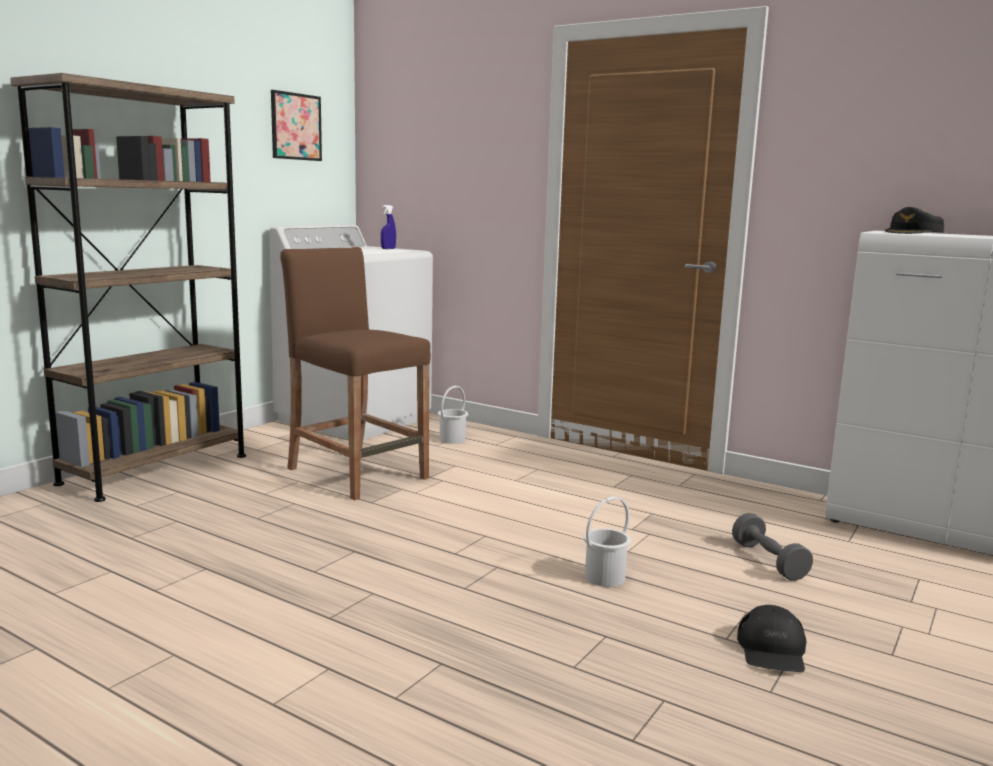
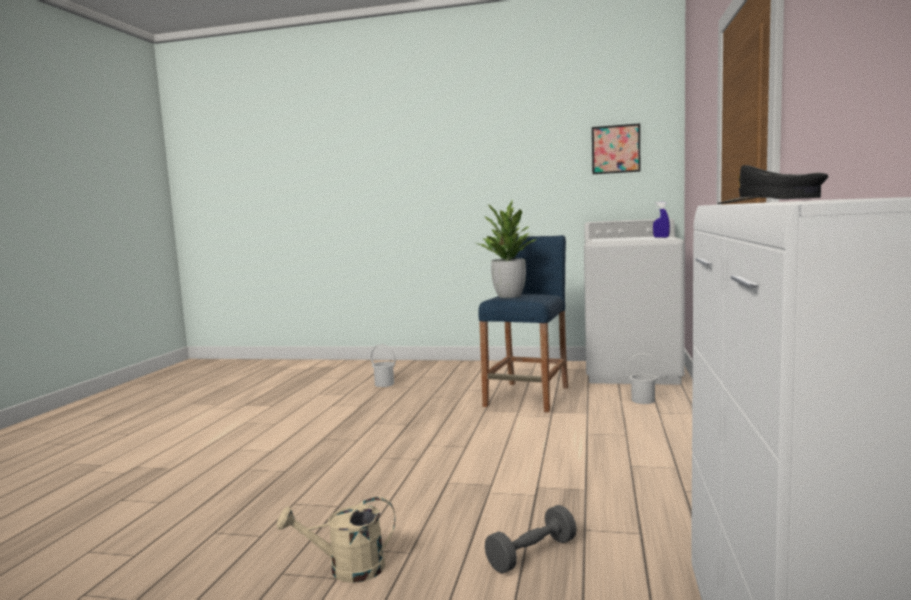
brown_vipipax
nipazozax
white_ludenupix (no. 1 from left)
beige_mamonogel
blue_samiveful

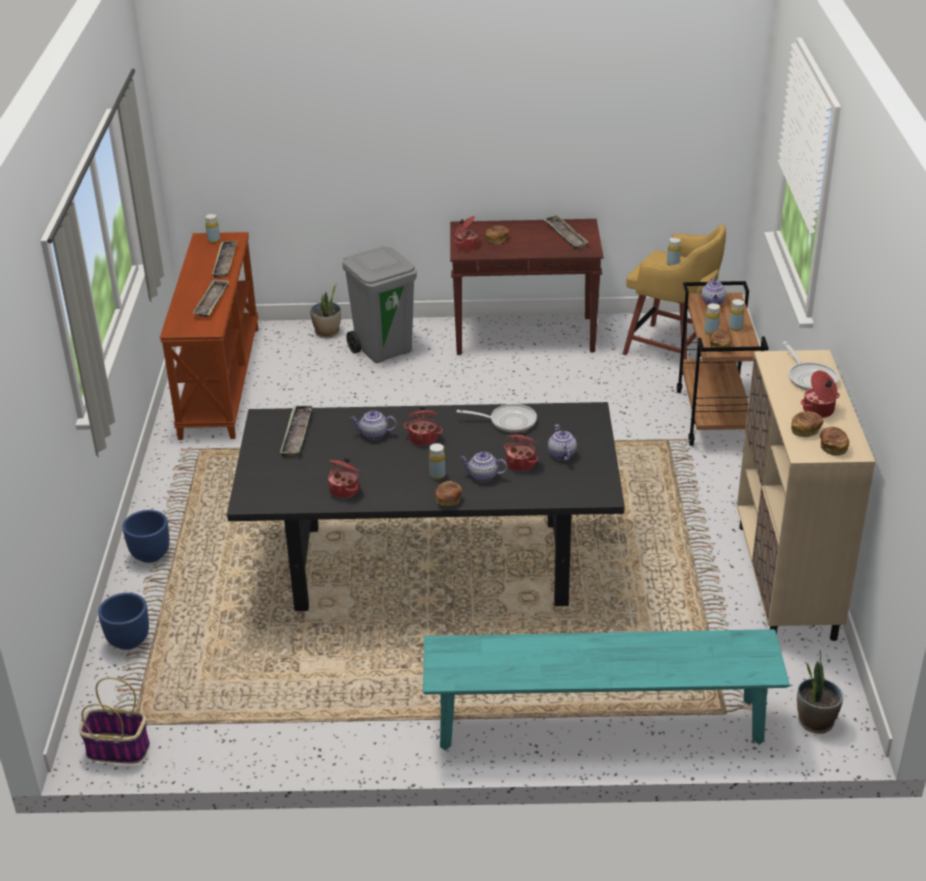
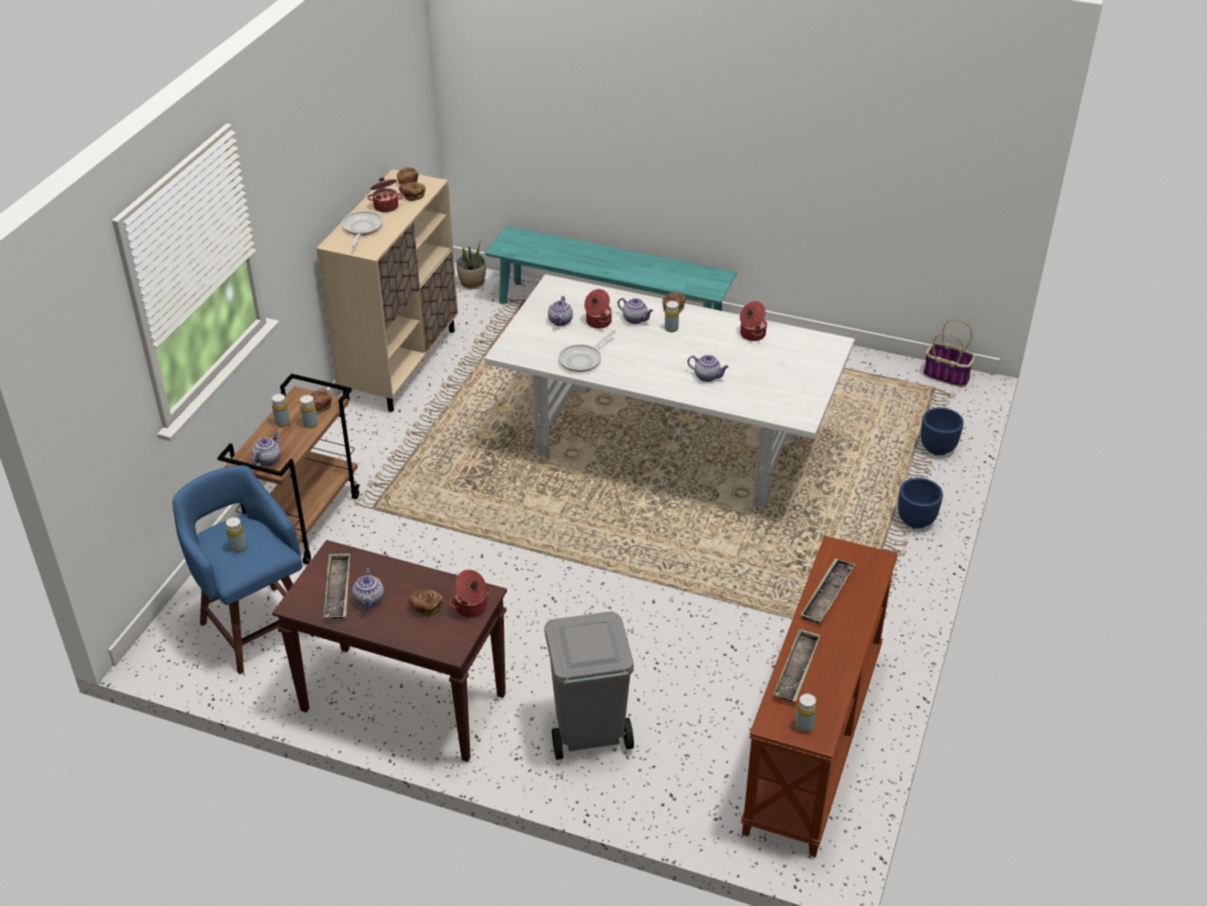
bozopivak (no. 3 from left in the first image)
nipazozax (no. 1 from left in the first image)
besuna (no. 2 from left in the first image)
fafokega (no. 2 from left)
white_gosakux
blue_samiveful
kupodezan (no. 2 from left)

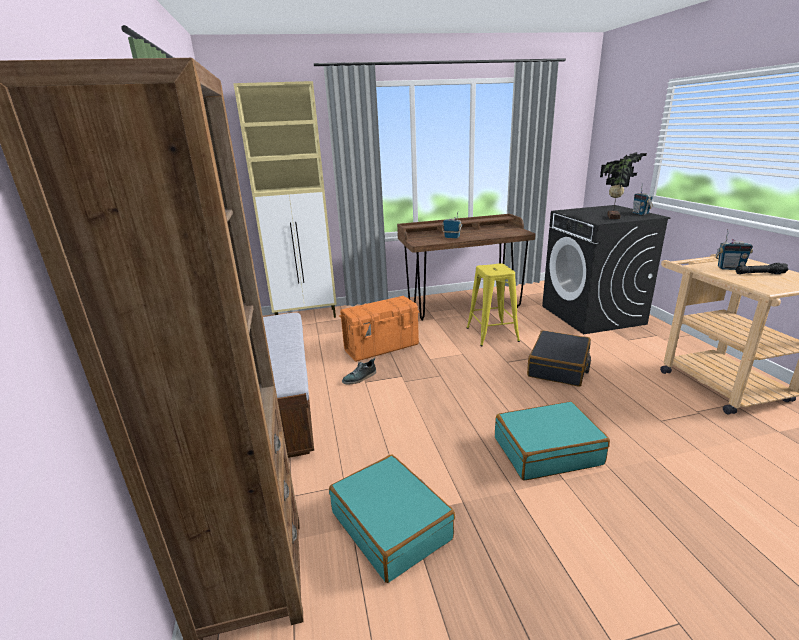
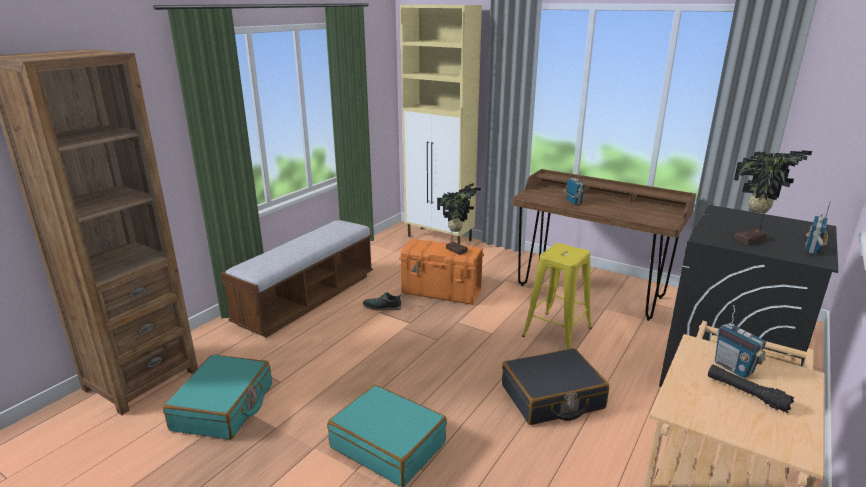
nipazozax (no. 1 from left)

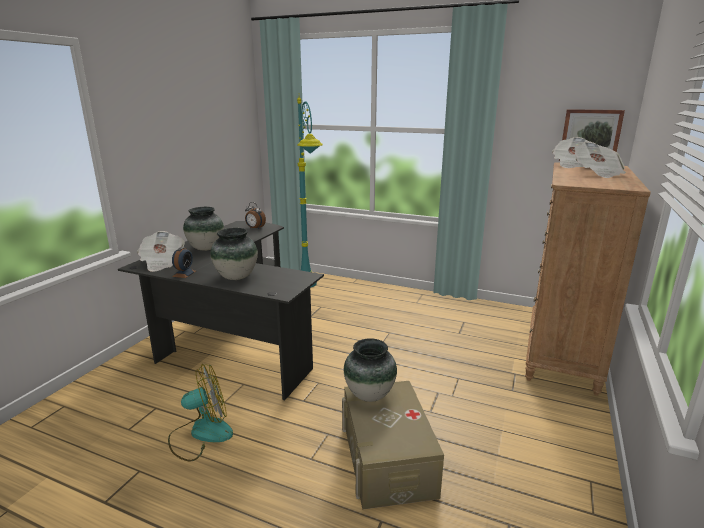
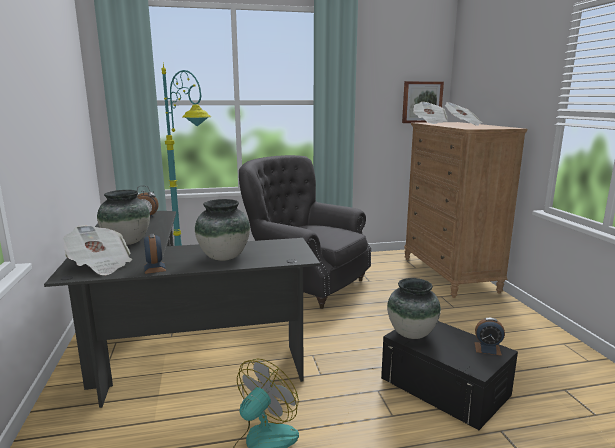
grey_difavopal
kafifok (no. 3 from left)
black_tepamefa

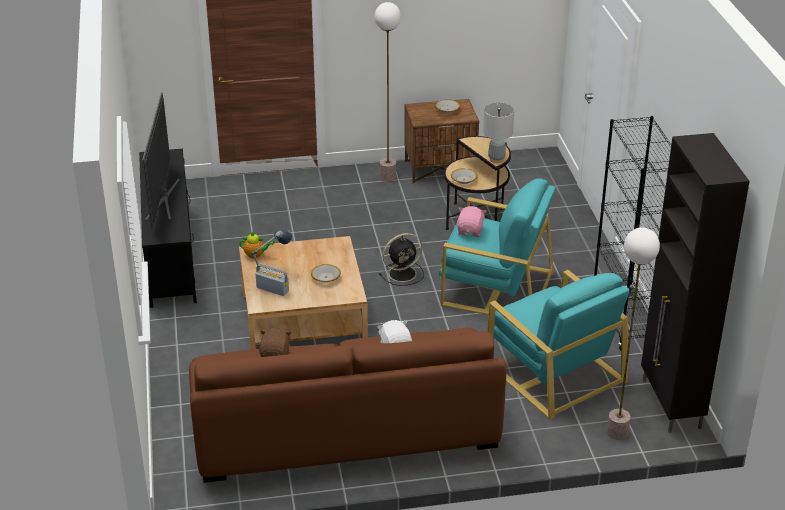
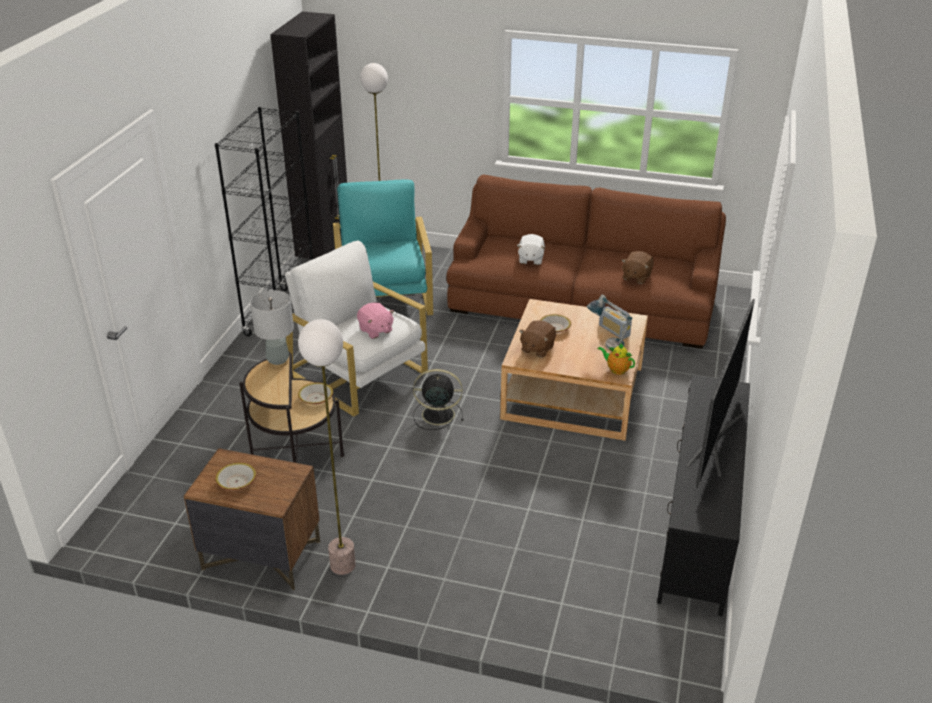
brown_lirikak (no. 1 from left)
white_difavopal
pink_lirikak

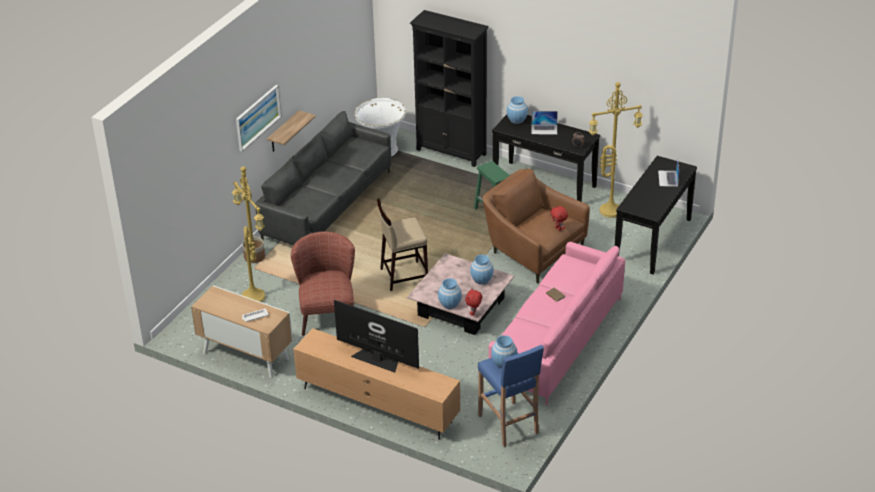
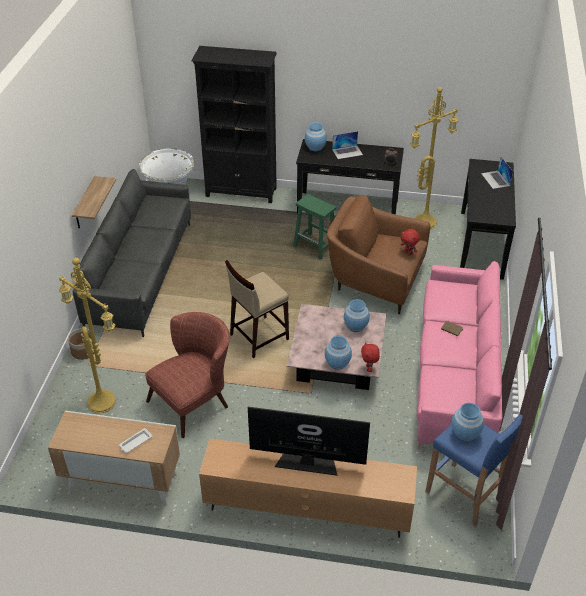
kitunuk
brown_difavopal (no. 1 from left)

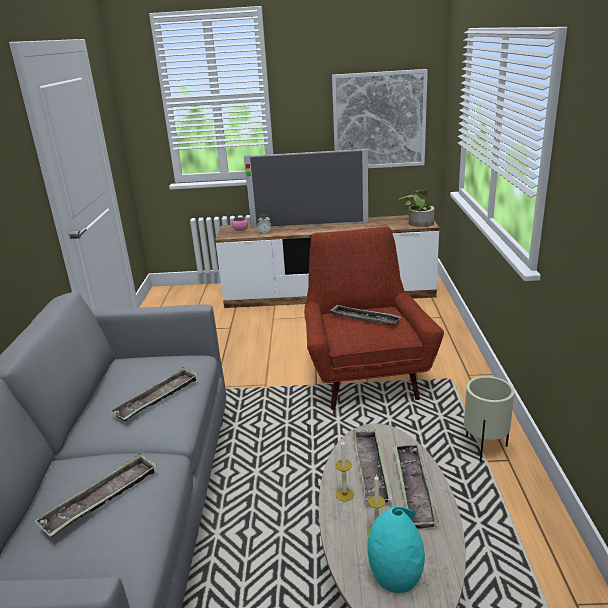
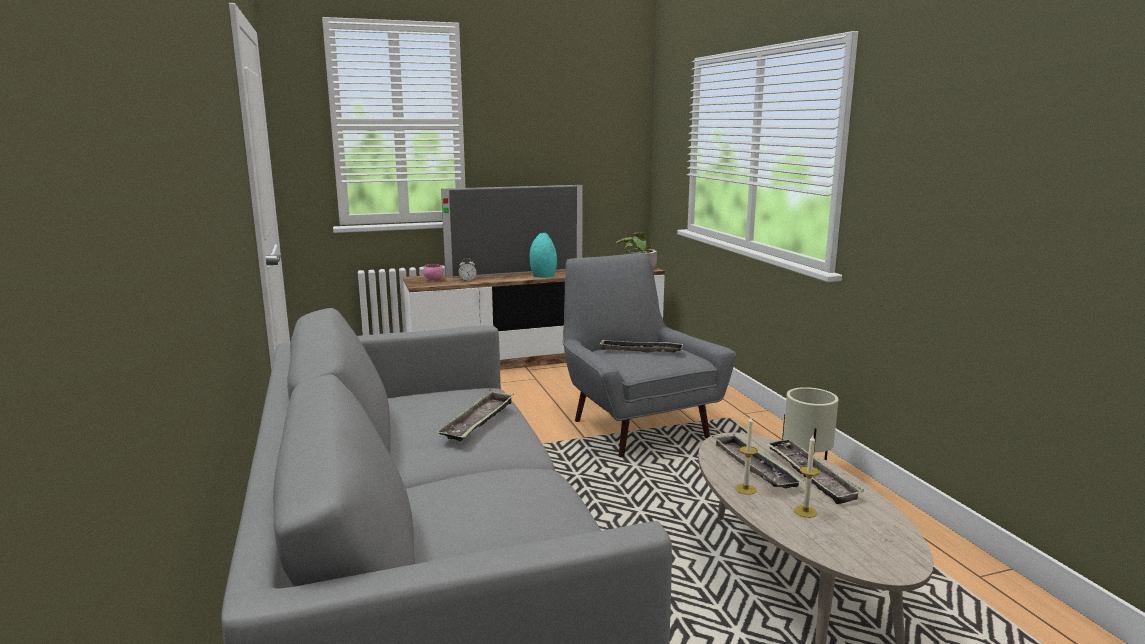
bozopivak (no. 1 from left in the first image)
kitunuk
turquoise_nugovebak
grey_difavopal

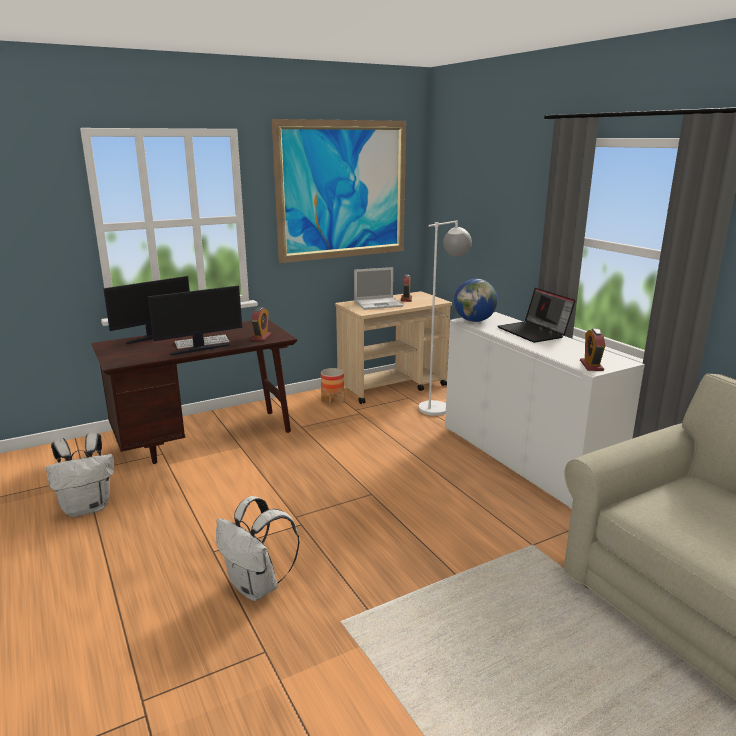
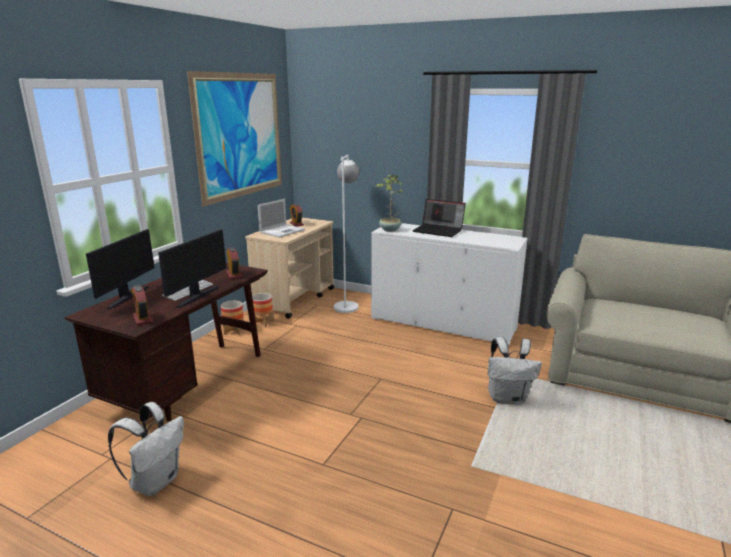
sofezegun (no. 1 from left)
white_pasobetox (no. 2 from left)
kafifok (no. 1 from left)
nipazozax

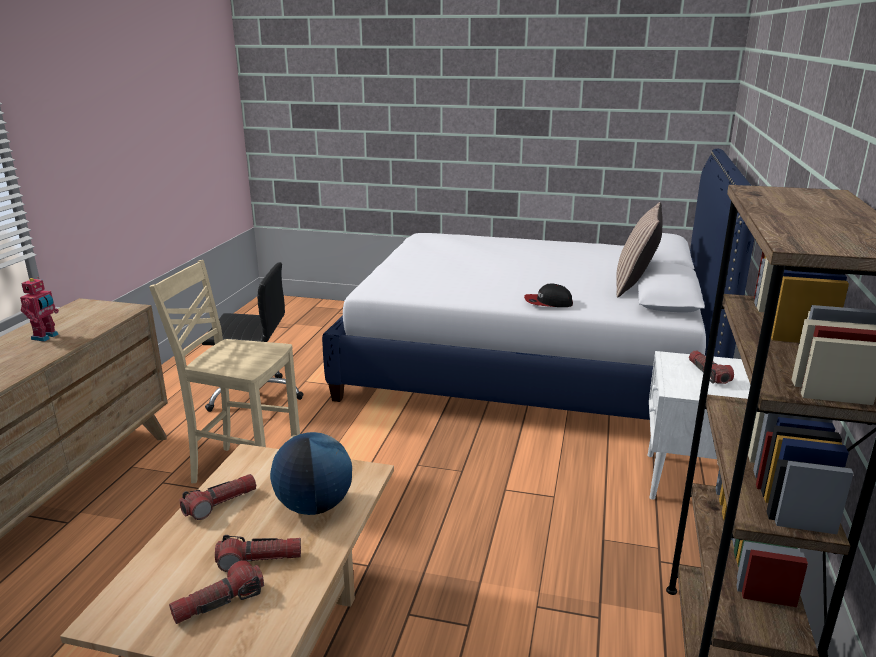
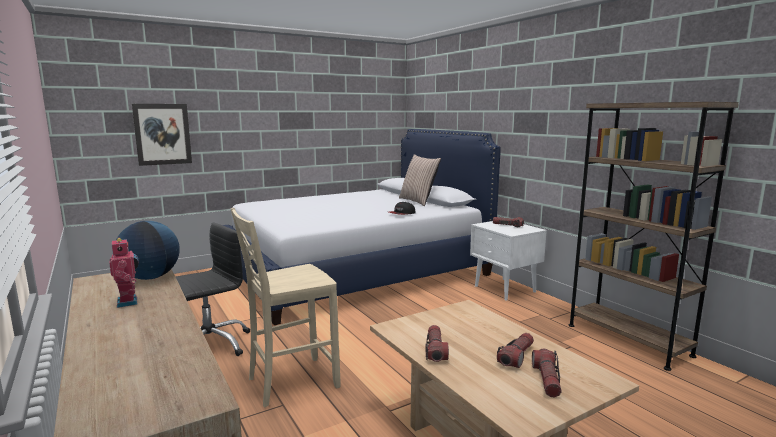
kitunuk
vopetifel

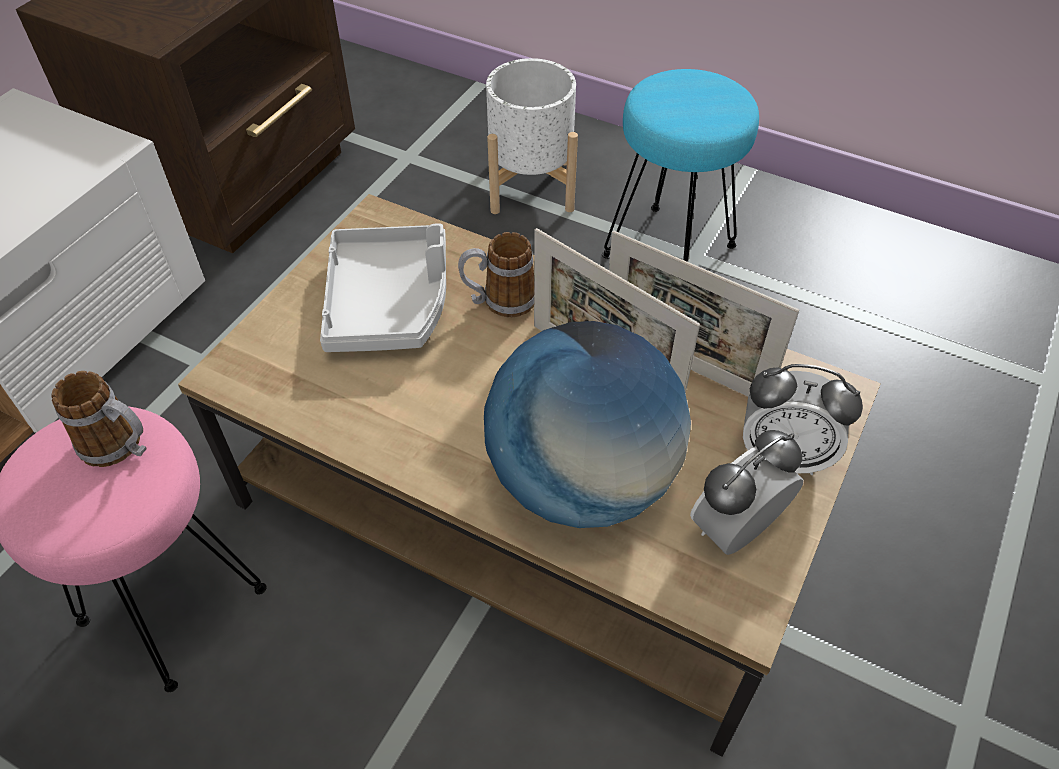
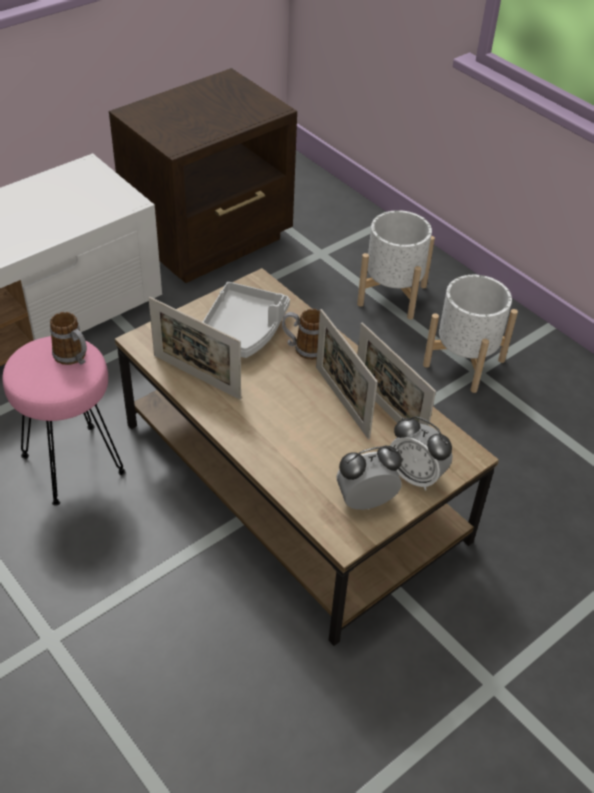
vopetifel
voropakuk (no. 1 from left)
white_sofezegun (no. 2 from left)

